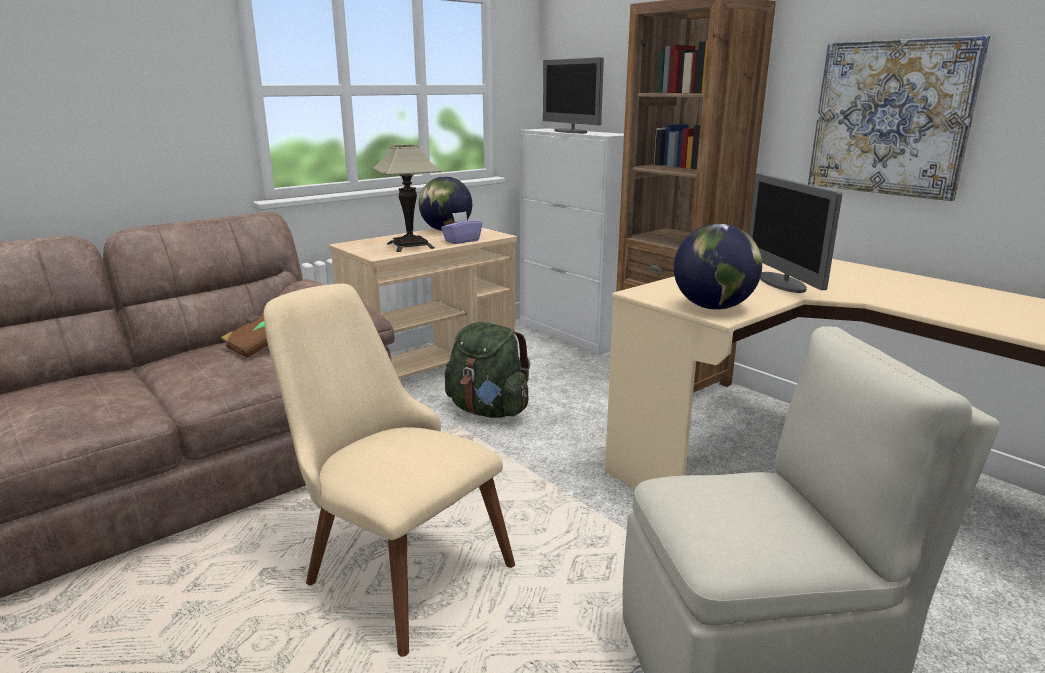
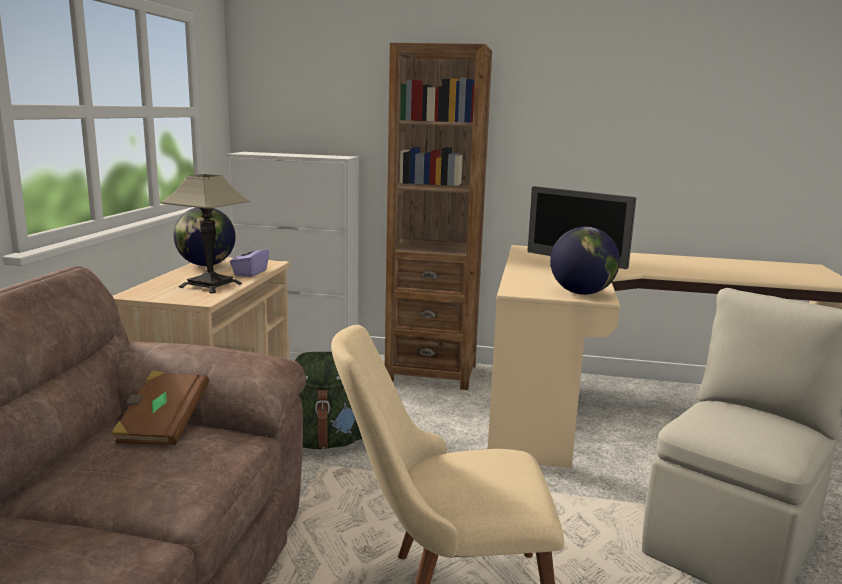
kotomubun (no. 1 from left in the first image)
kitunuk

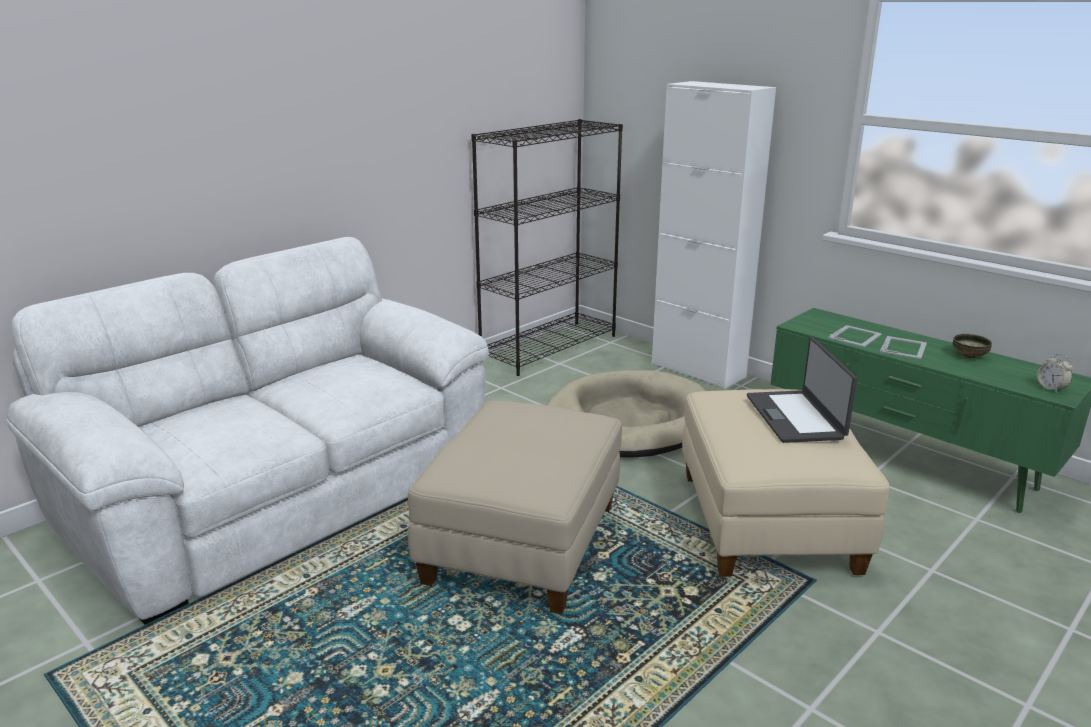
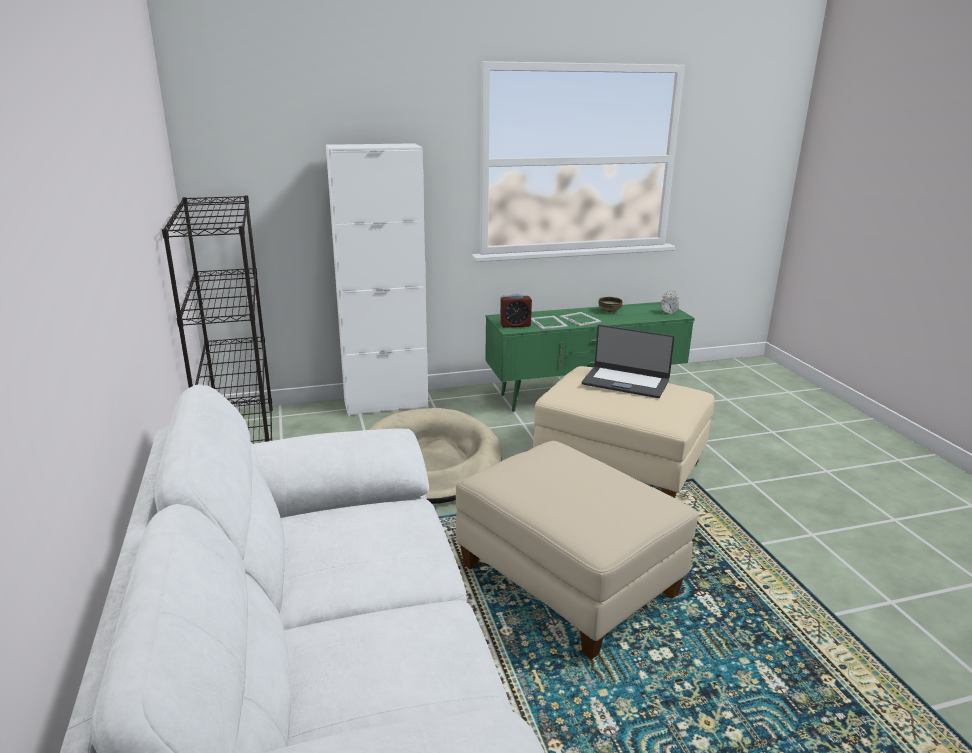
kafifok (no. 1 from left)

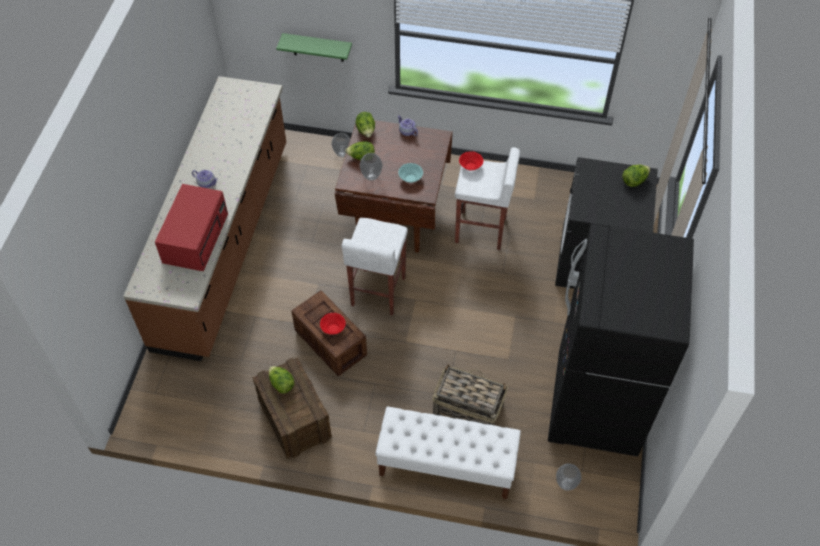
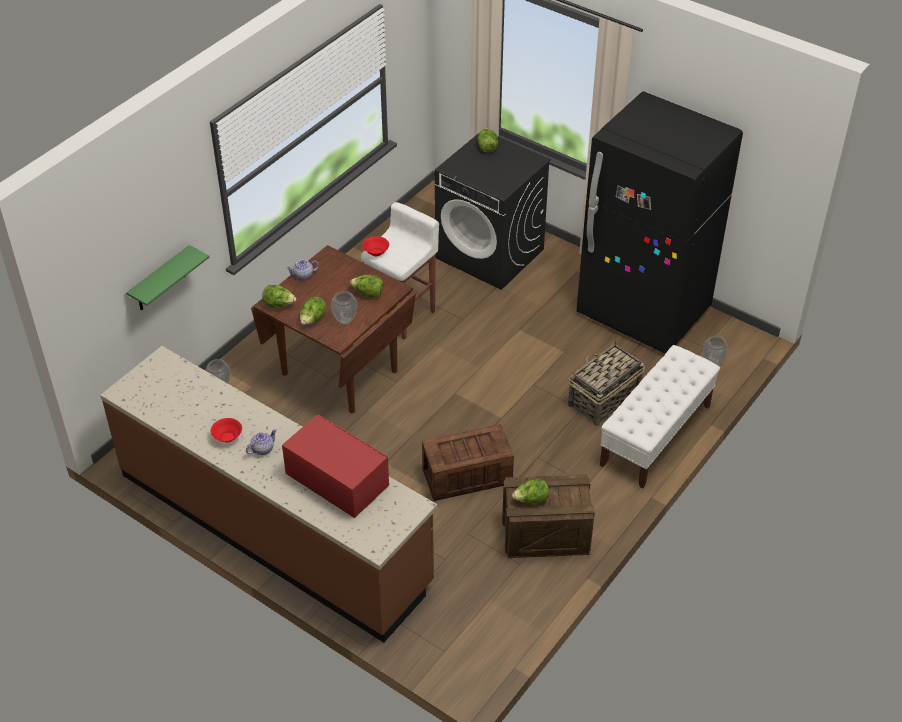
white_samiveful (no. 1 from left in the first image)
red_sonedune (no. 1 from left)
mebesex (no. 3 from left)

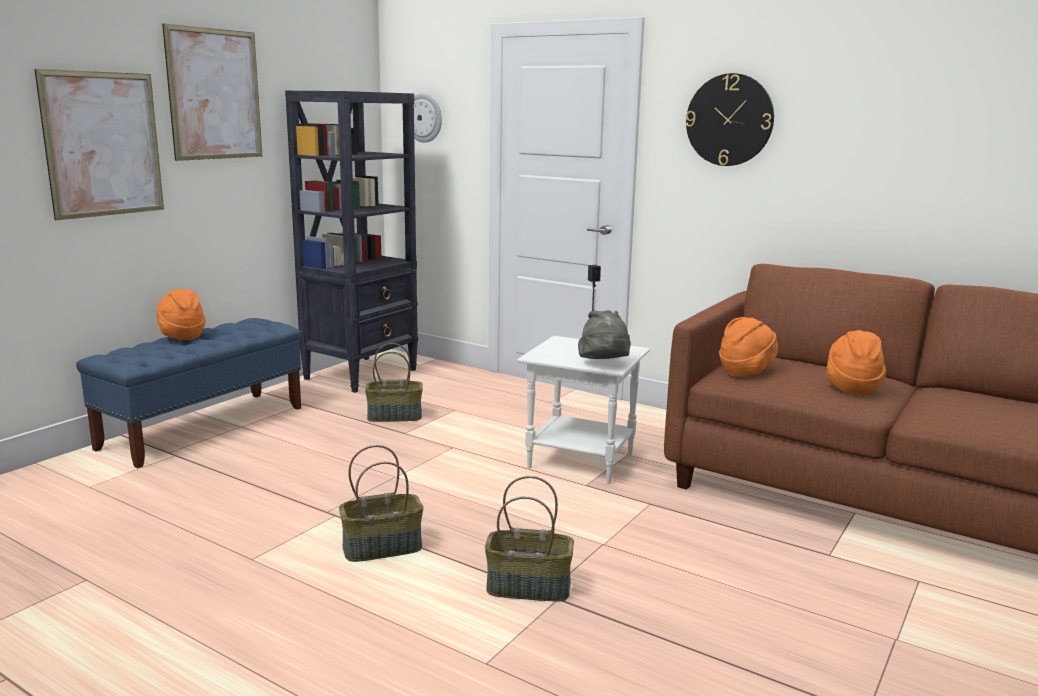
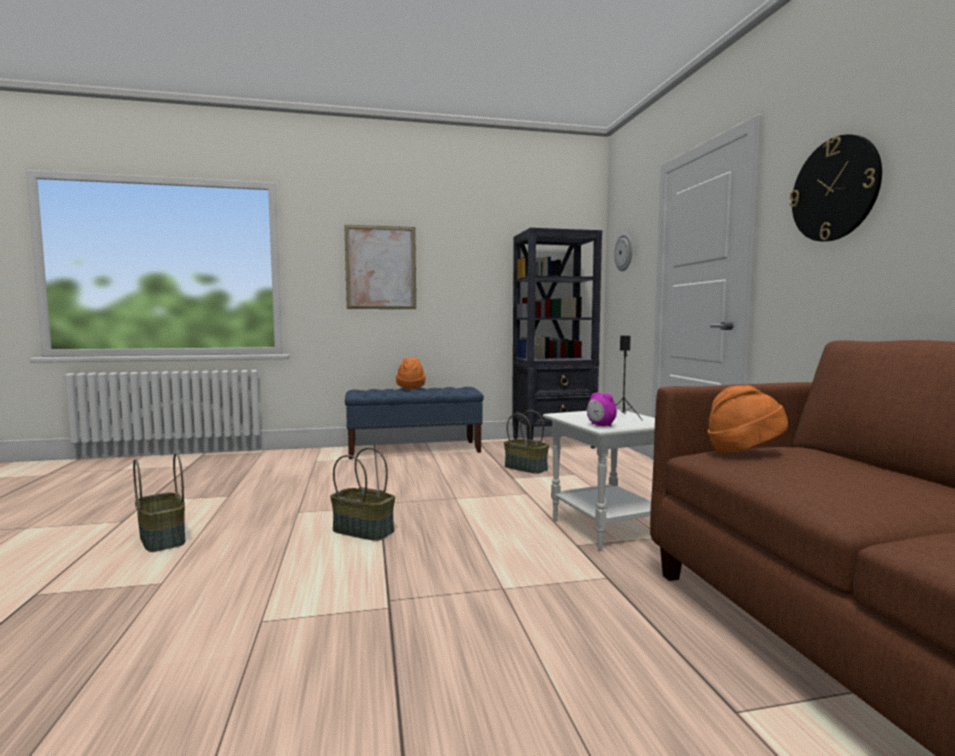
kitunuk (no. 2 from left in the first image)
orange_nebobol (no. 3 from left in the first image)
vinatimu (no. 1 from left)
kafifok

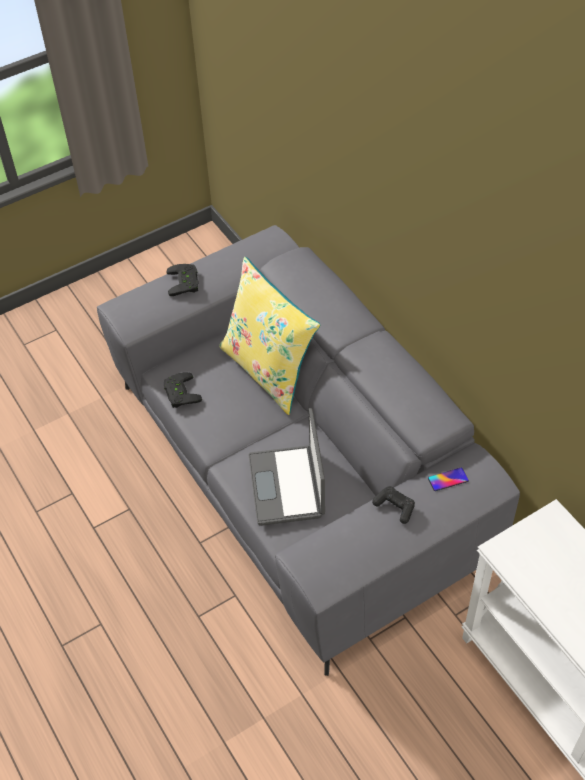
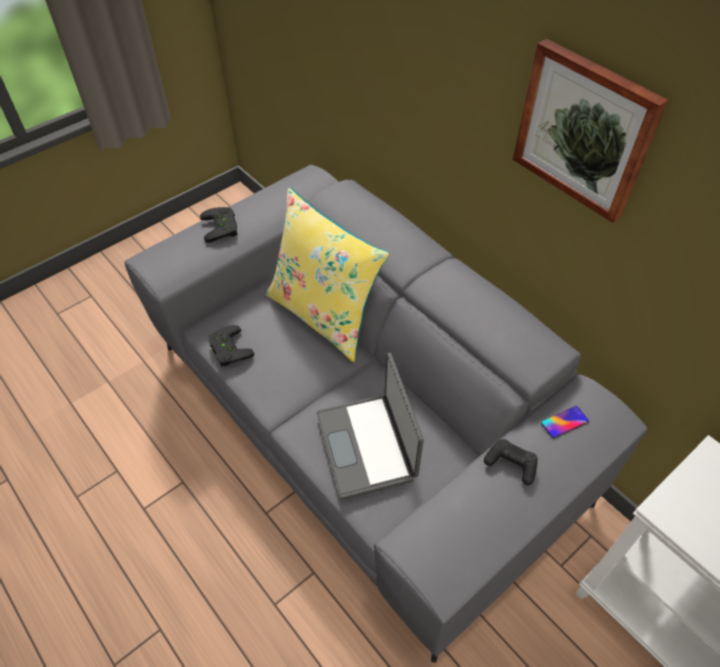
kitunuk

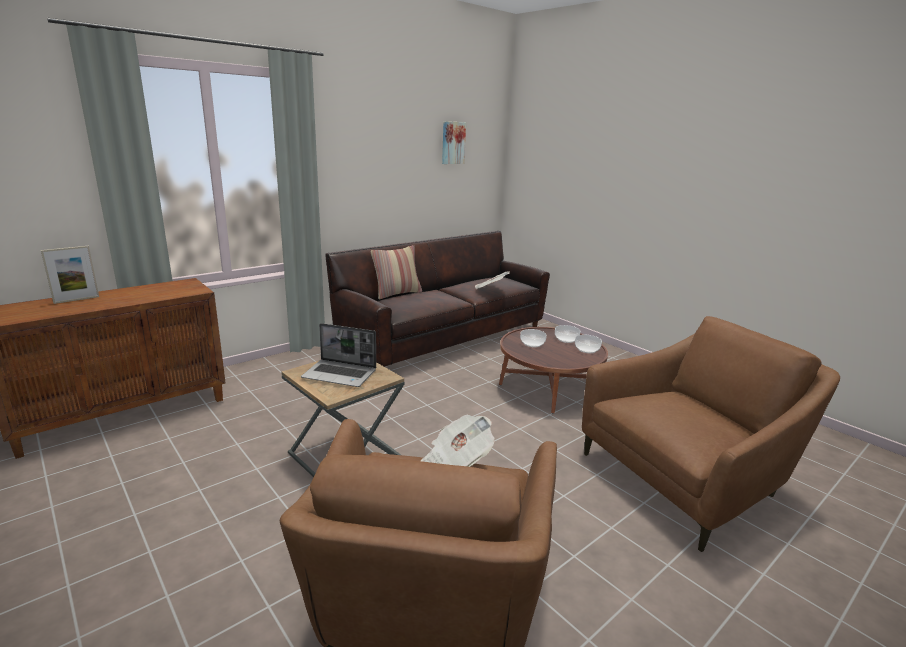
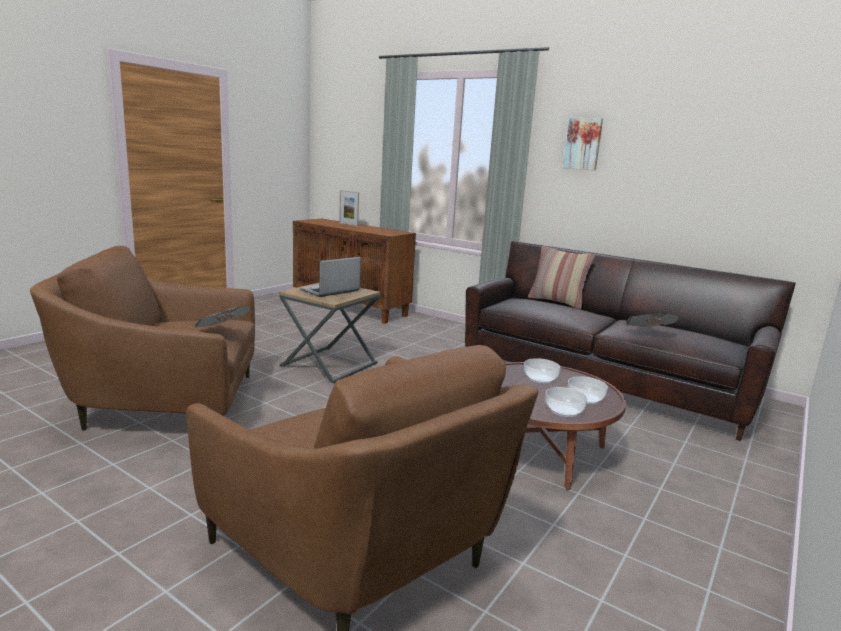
kitunuk
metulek

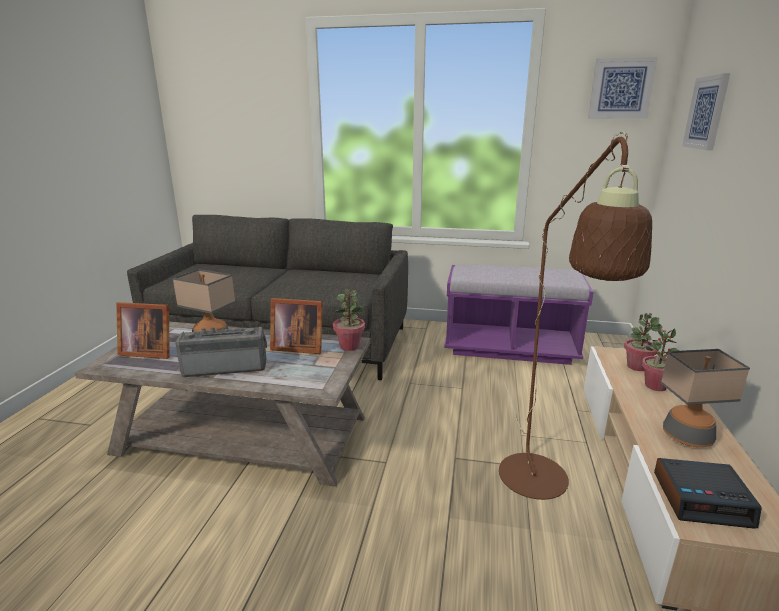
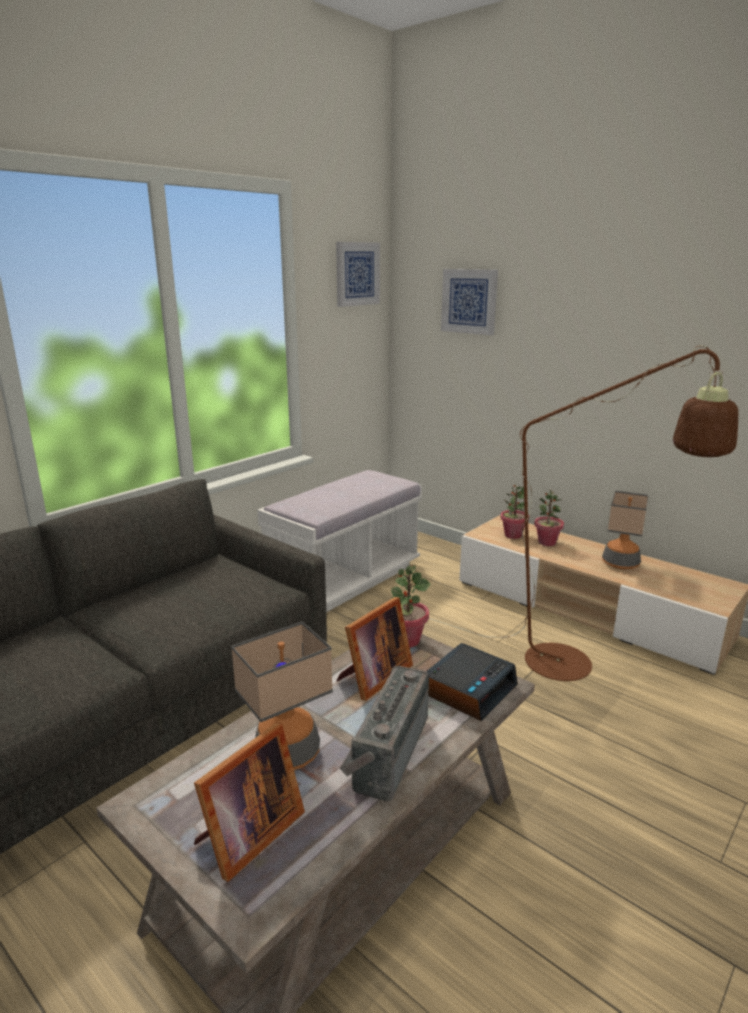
kafifok
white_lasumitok

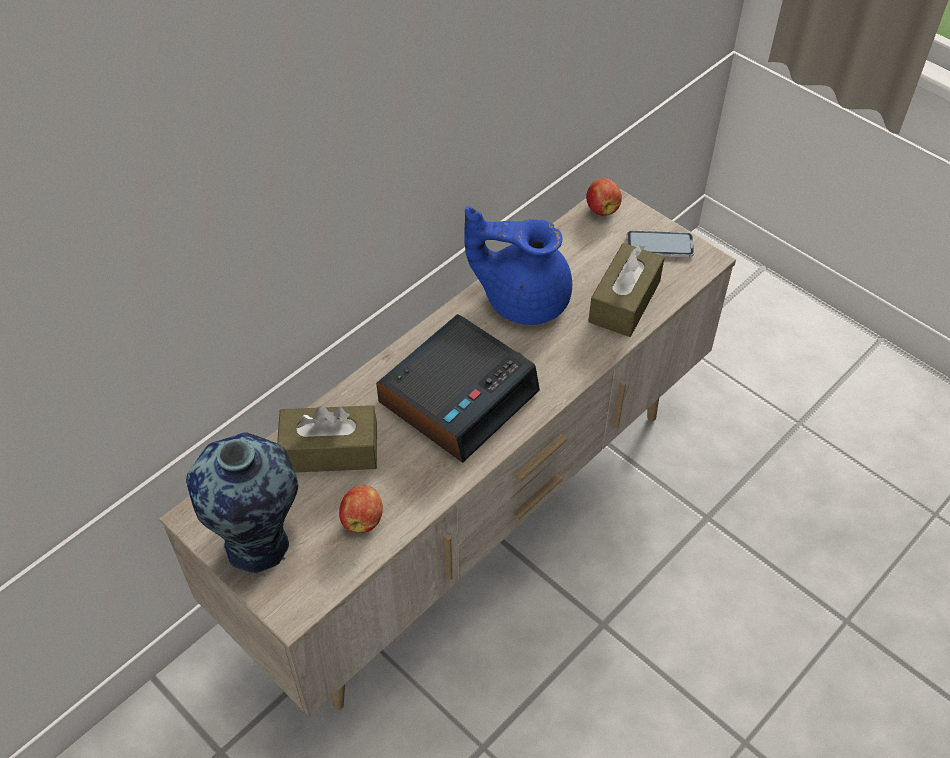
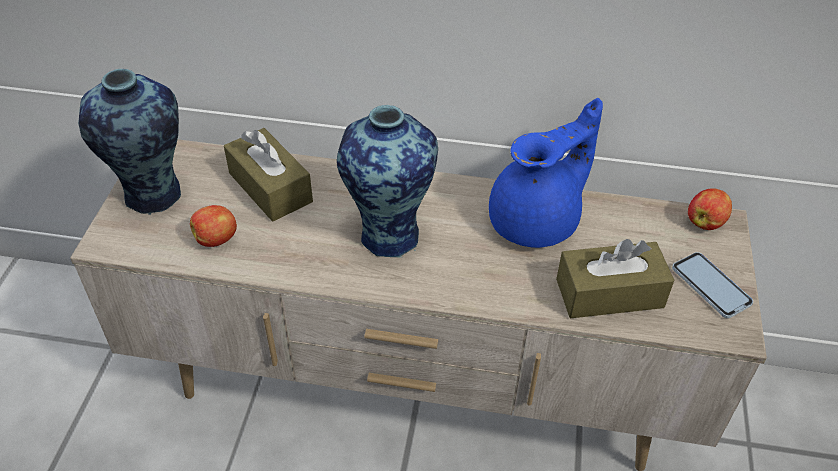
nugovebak (no. 2 from left)
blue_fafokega

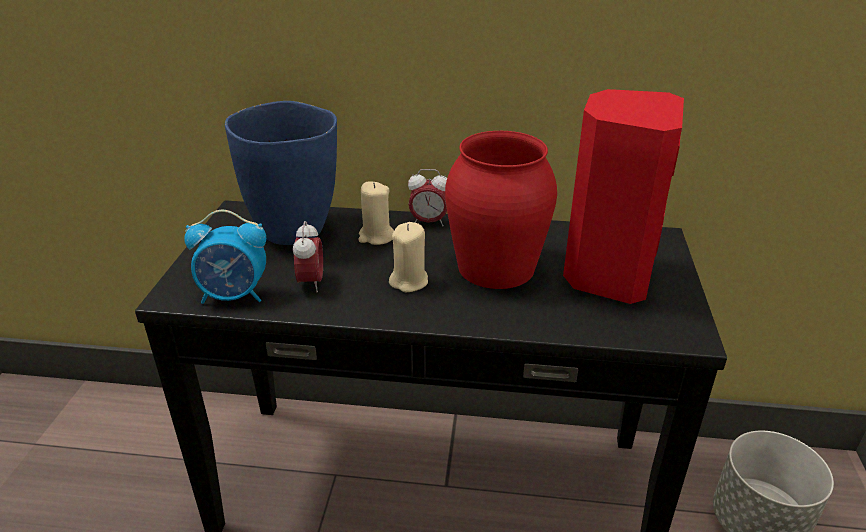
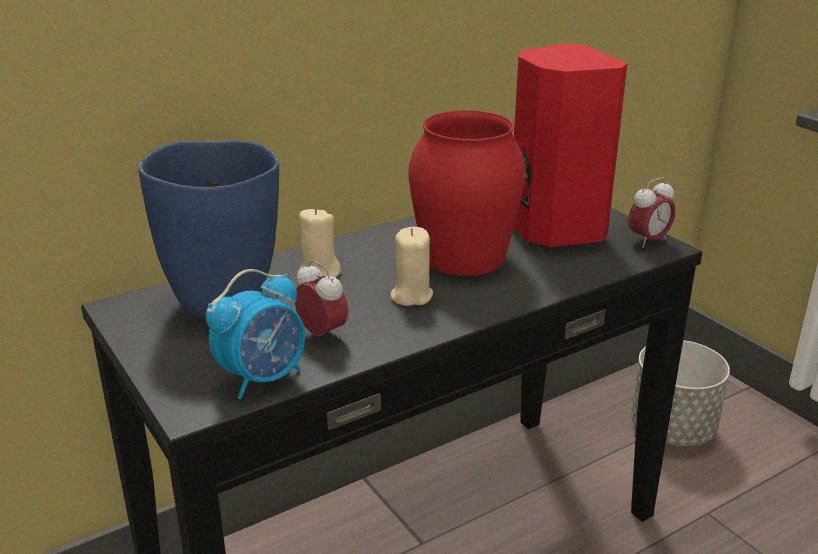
kafifok (no. 3 from left)

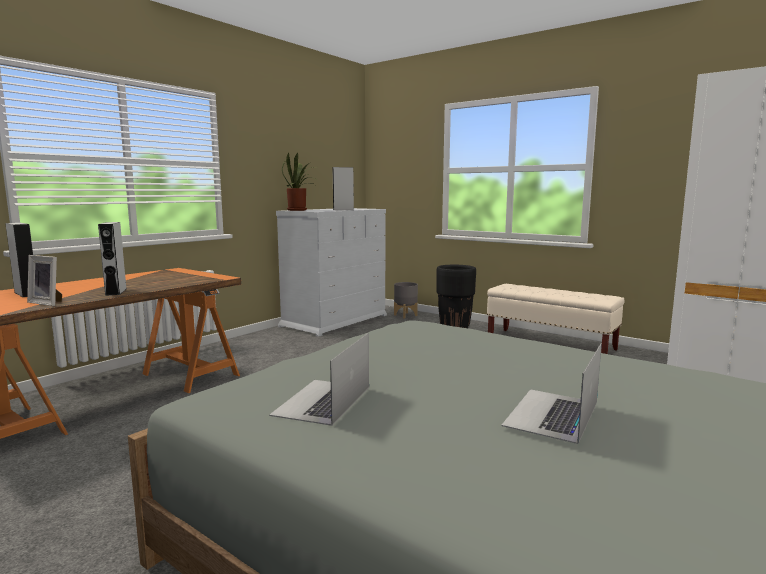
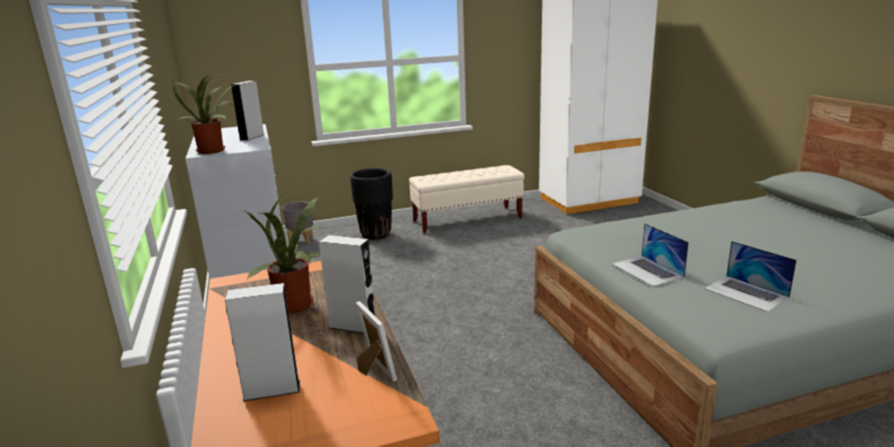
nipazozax (no. 2 from left)
metulek (no. 1 from left)
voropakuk

